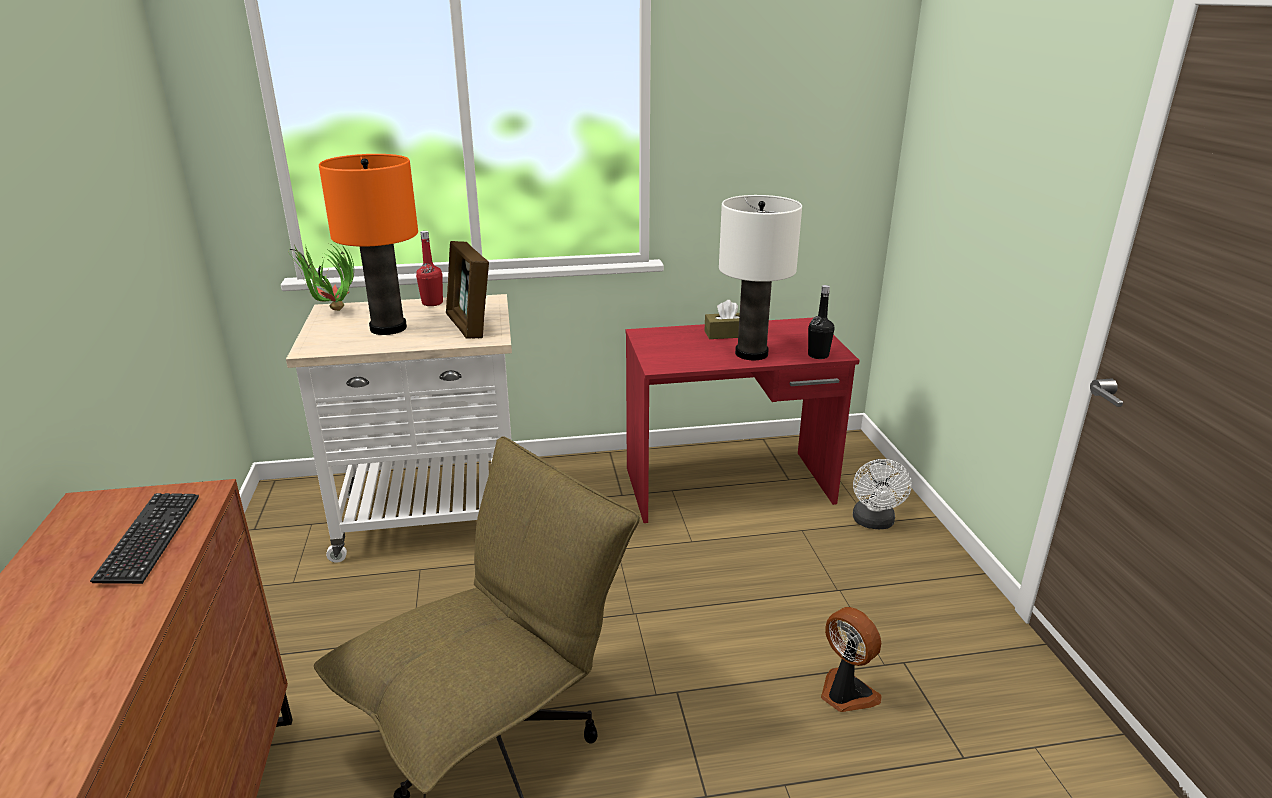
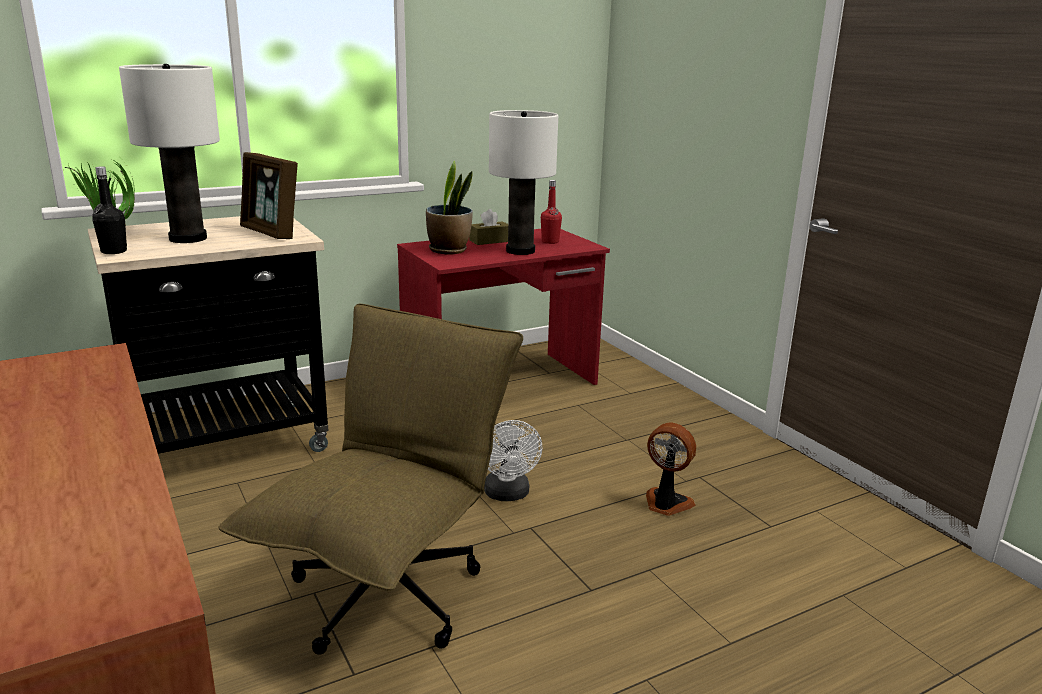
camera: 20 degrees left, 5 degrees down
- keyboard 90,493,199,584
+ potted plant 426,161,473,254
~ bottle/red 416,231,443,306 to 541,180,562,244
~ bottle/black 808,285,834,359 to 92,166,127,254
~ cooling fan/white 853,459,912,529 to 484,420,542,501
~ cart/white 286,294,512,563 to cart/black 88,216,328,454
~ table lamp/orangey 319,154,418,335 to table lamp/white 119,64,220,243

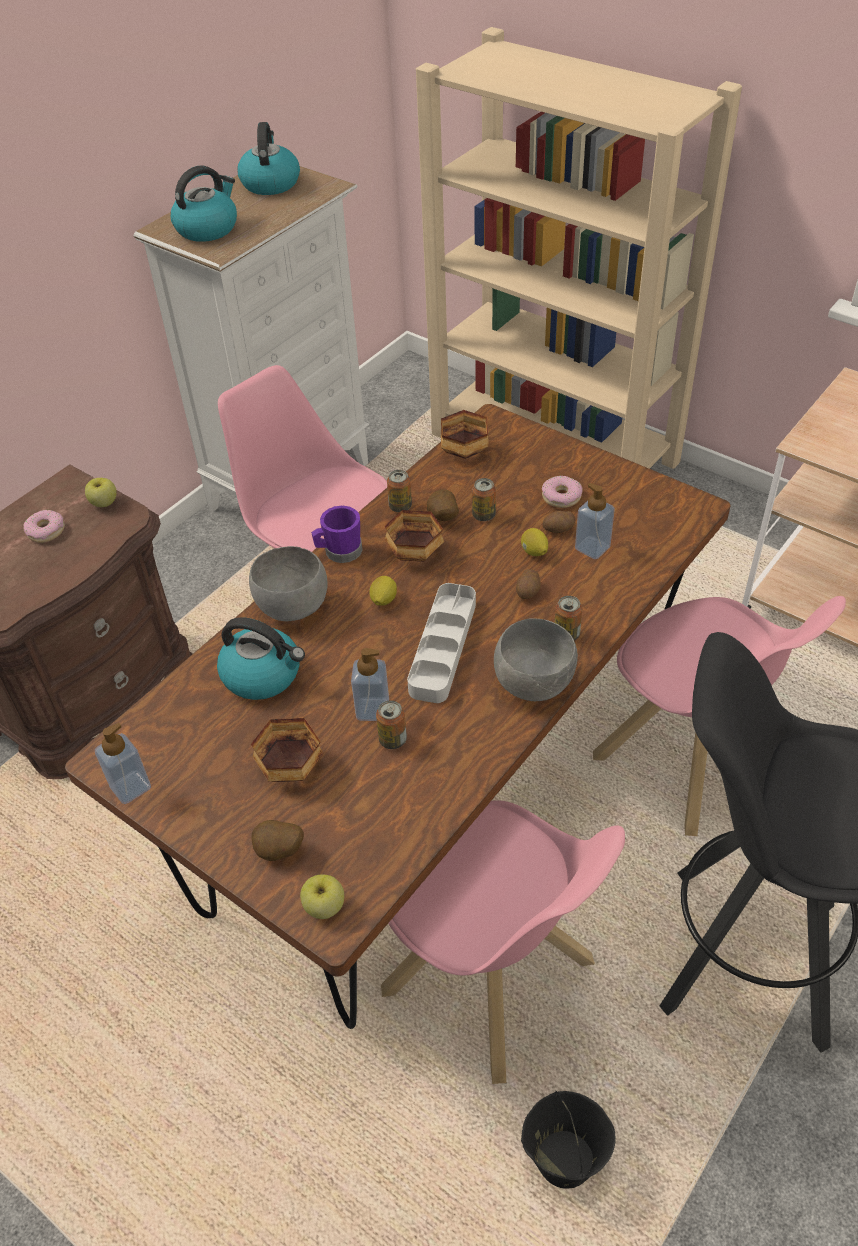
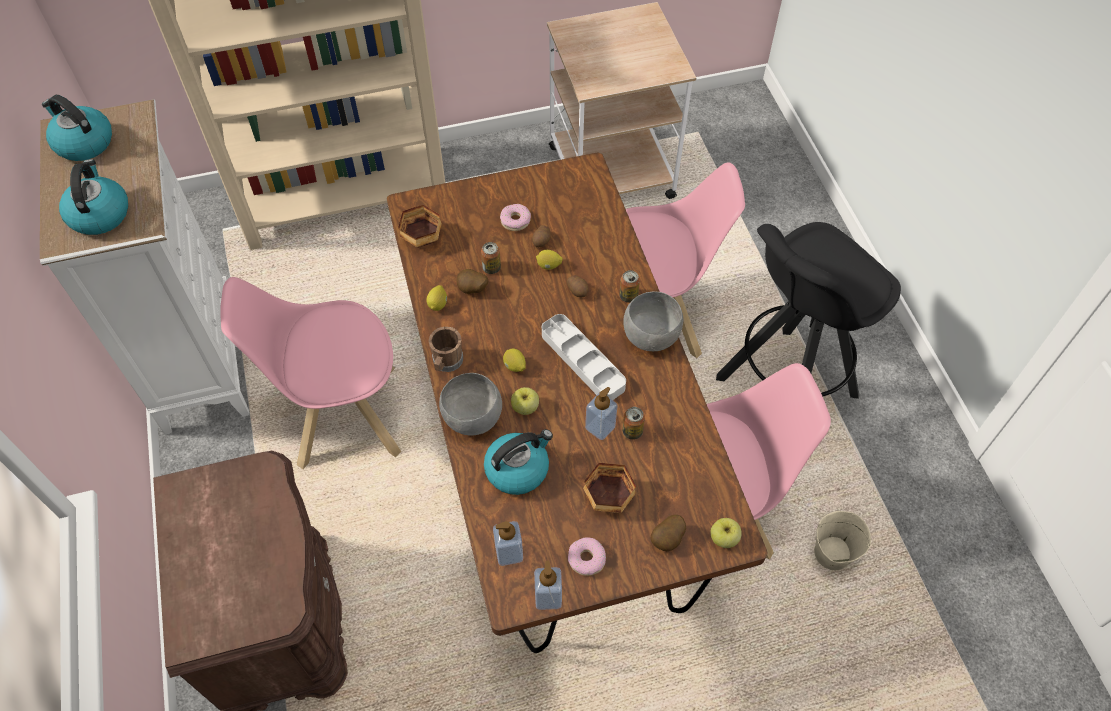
camera: 55 degrees left, 10 degrees up
- bowl 385,510,444,562
~ donut 24,510,65,543 to 568,537,606,576
~ apple 85,478,117,507 to 511,387,539,415
~ liquid soap bottle 575,483,615,560 to 493,521,523,566
~ metal can 387,470,412,512 to whole lemon 427,285,447,311
~ tea mug/purple-coloured 311,506,363,563 to tea mug/brown-coloured 429,327,463,372
~ water bucket/black 521,1091,616,1188 to water bucket/beige-coloured 814,511,871,570

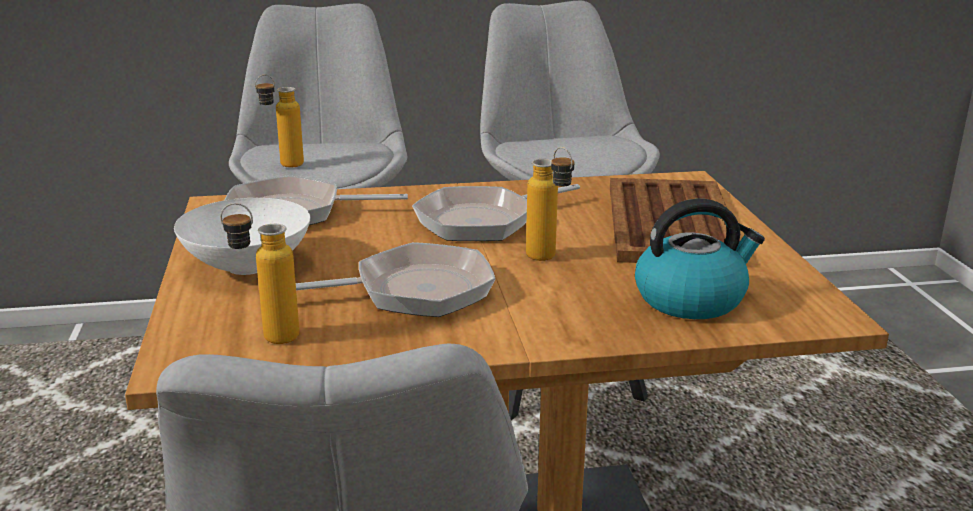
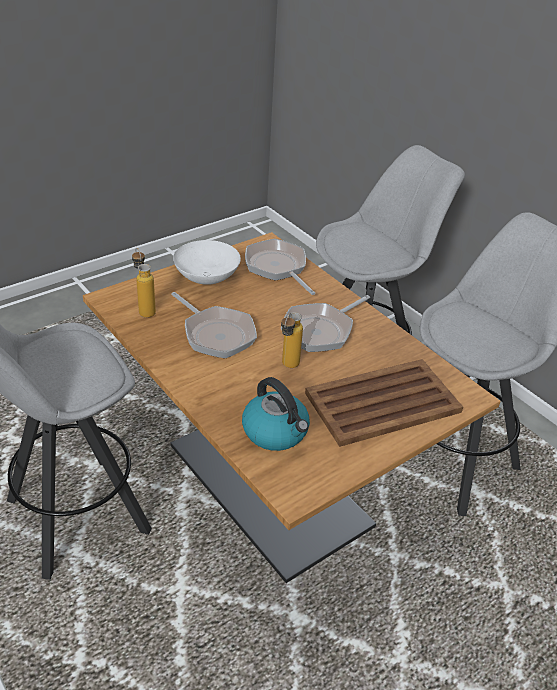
camera: 60 degrees right, 15 degrees up
- bottle 255,74,304,168
~ skillet 412,184,580,241 = 281,295,370,352 75 degrees counterclockwise

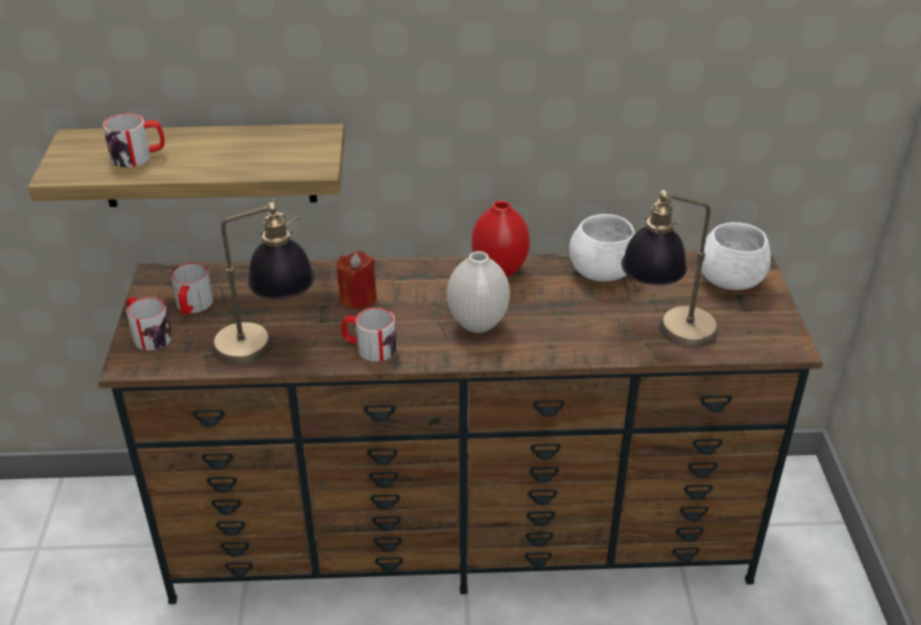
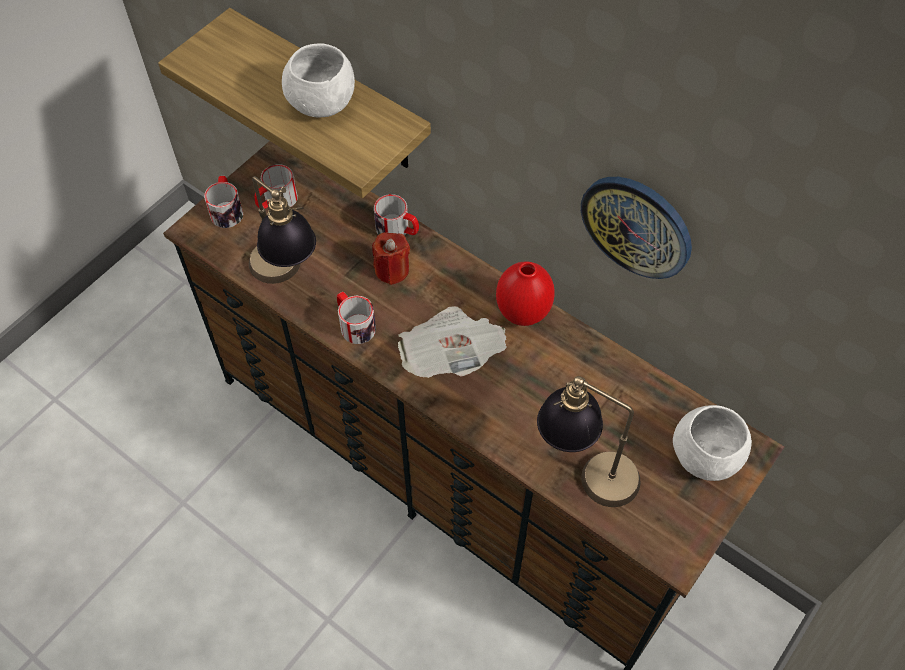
camera: 40 degrees right, 20 degrees up
+ wall clock 581,177,692,279
~ tea mug 103,114,165,168 to 374,194,419,236
~ bowl/white 569,214,635,281 to 282,43,355,117
~ decorative vase/white 447,251,510,333 to printed paper 398,306,507,378

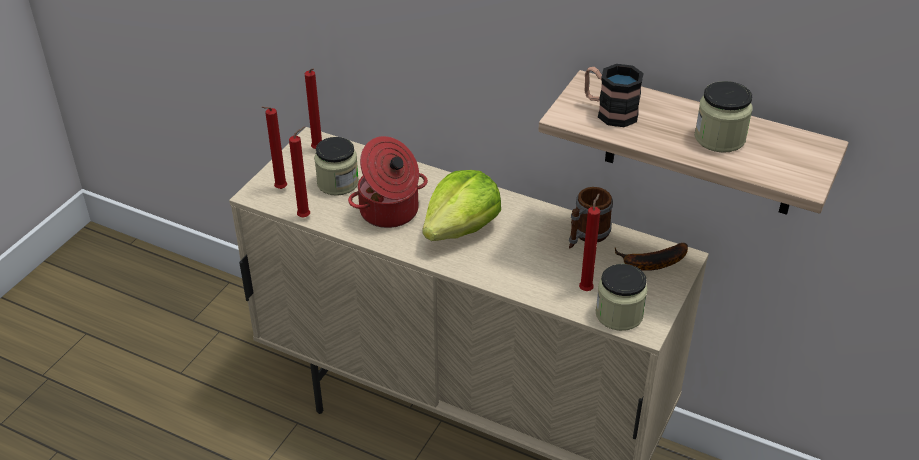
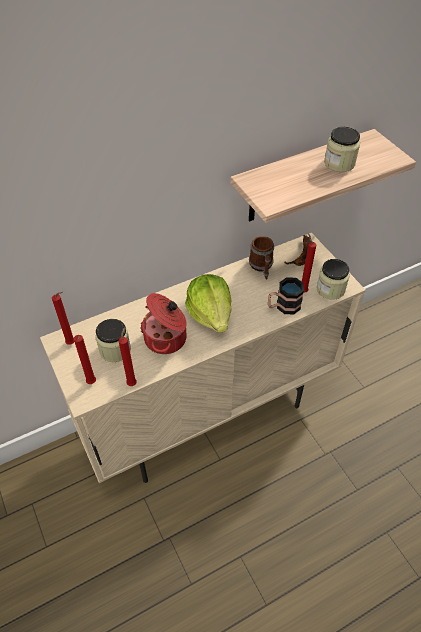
camera: 55 degrees left, 10 degrees up
~ tea mug 585,64,644,127 to 268,277,304,314

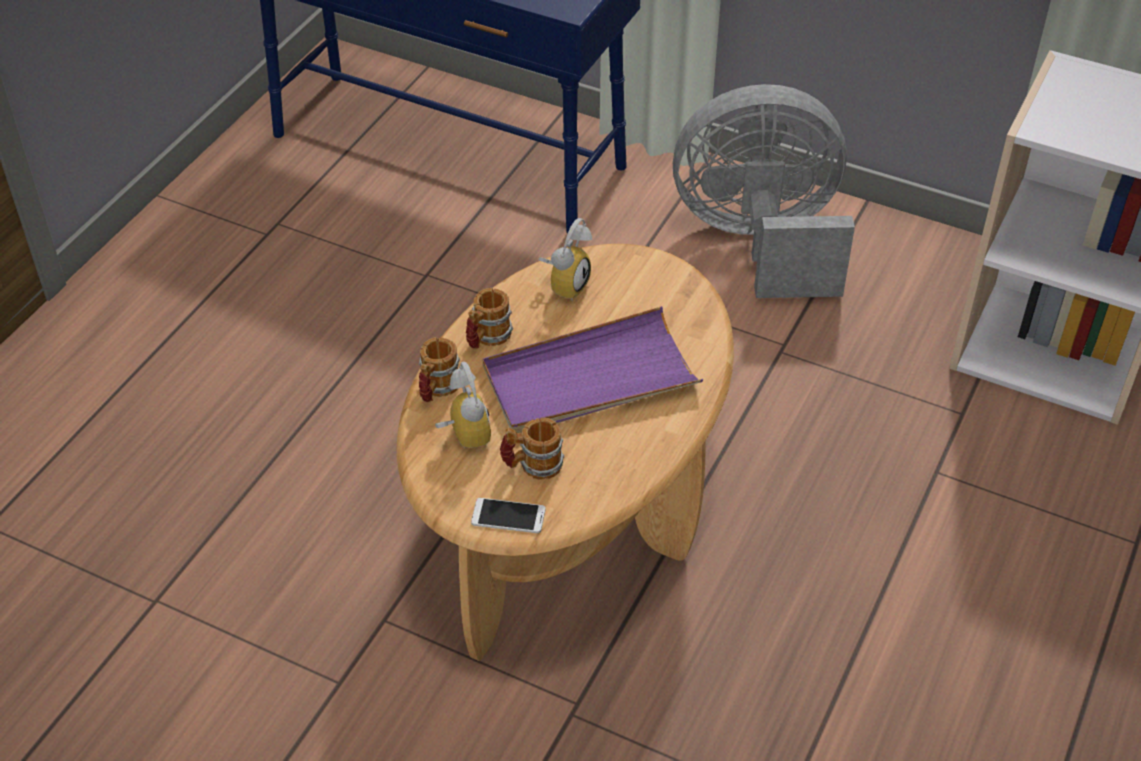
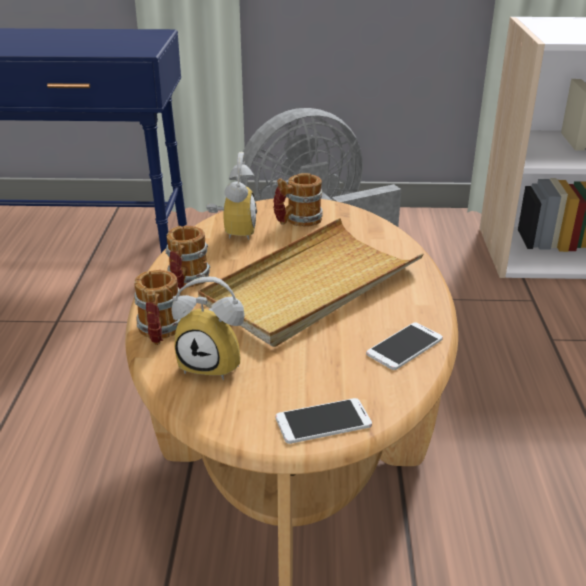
camera: 25 degrees left, 15 degrees down
+ telephone 366,322,443,370
~ tea mug 500,418,564,479 to 273,173,323,227
~ carrying tray/purple-coloured 483,306,703,433 to carrying tray/beige-coloured 198,218,424,347
~ alarm clock 435,362,491,448 = 171,276,245,380 150 degrees clockwise

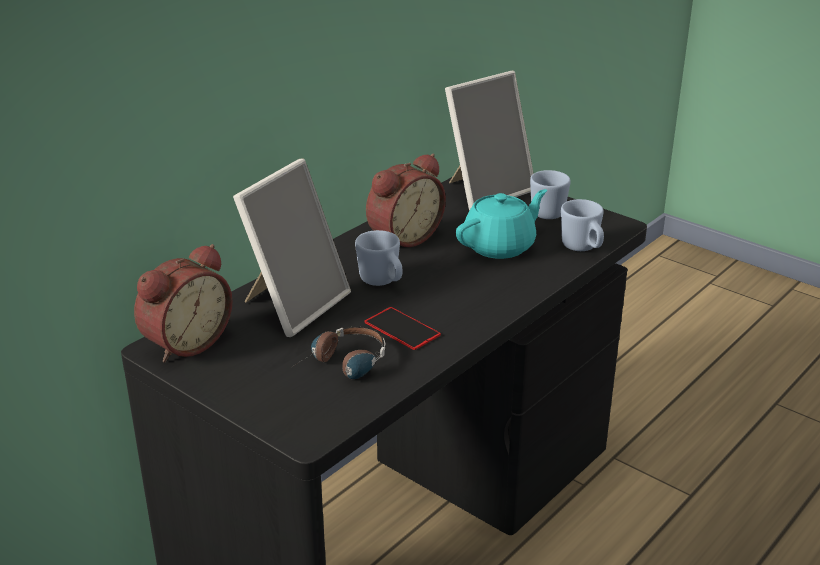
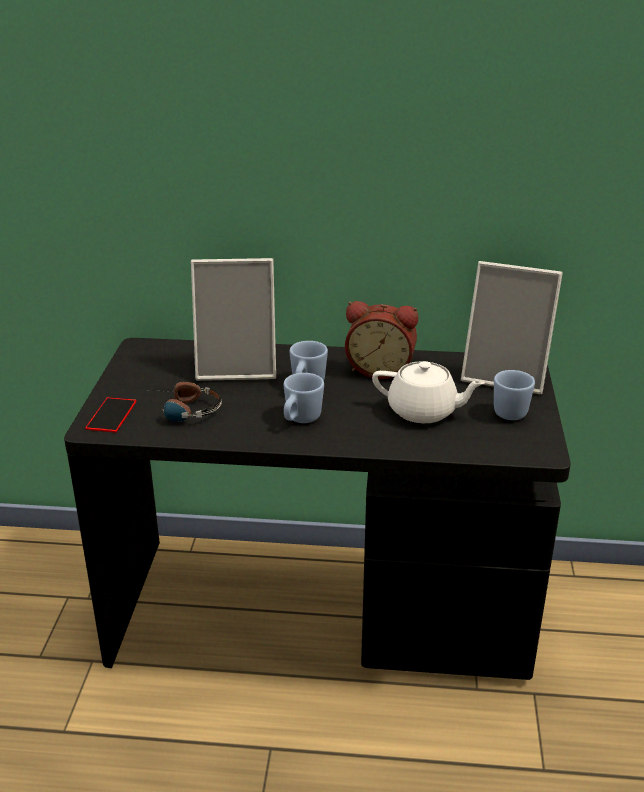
camera: 55 degrees right, 0 degrees up
- alarm clock 134,244,233,363
~ telephone 364,307,441,350 to 85,397,136,433
~ tea mug/blue 561,199,604,251 to 284,373,324,423
~ pot for tea/turquoise-coloured 456,189,548,259 to pot for tea/white 372,361,485,423

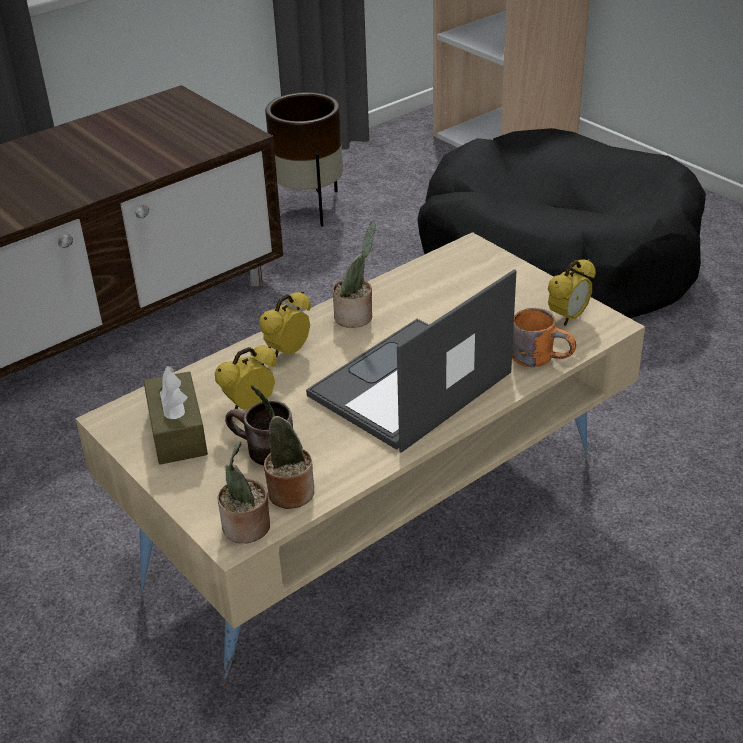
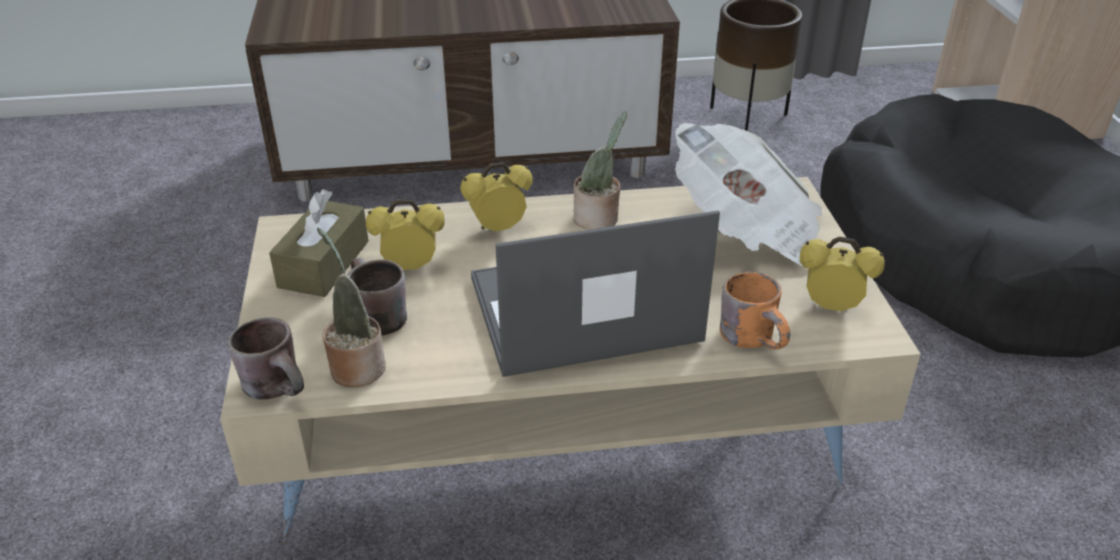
camera: 30 degrees right, 0 degrees up
+ printed paper 675,123,822,267
~ potted plant 218,441,270,543 to tea mug/brown-coloured 228,317,304,400
~ alarm clock 548,259,596,326 = 800,236,885,311 150 degrees counterclockwise

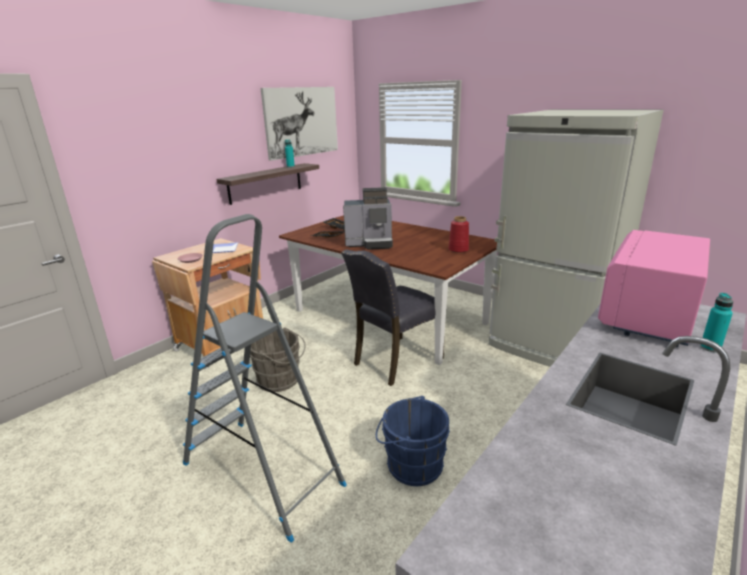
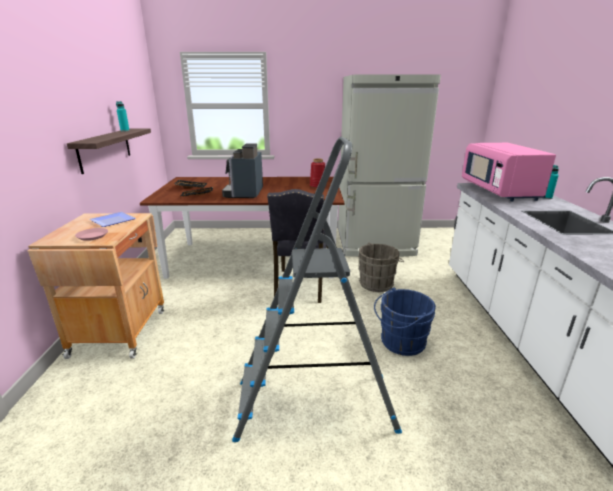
camera: 40 degrees left, 0 degrees up
- picture 261,87,338,161
~ water bucket/grey 250,327,306,392 to 358,242,404,292
~ coffee maker 343,187,393,250 = 222,143,263,198 135 degrees clockwise

